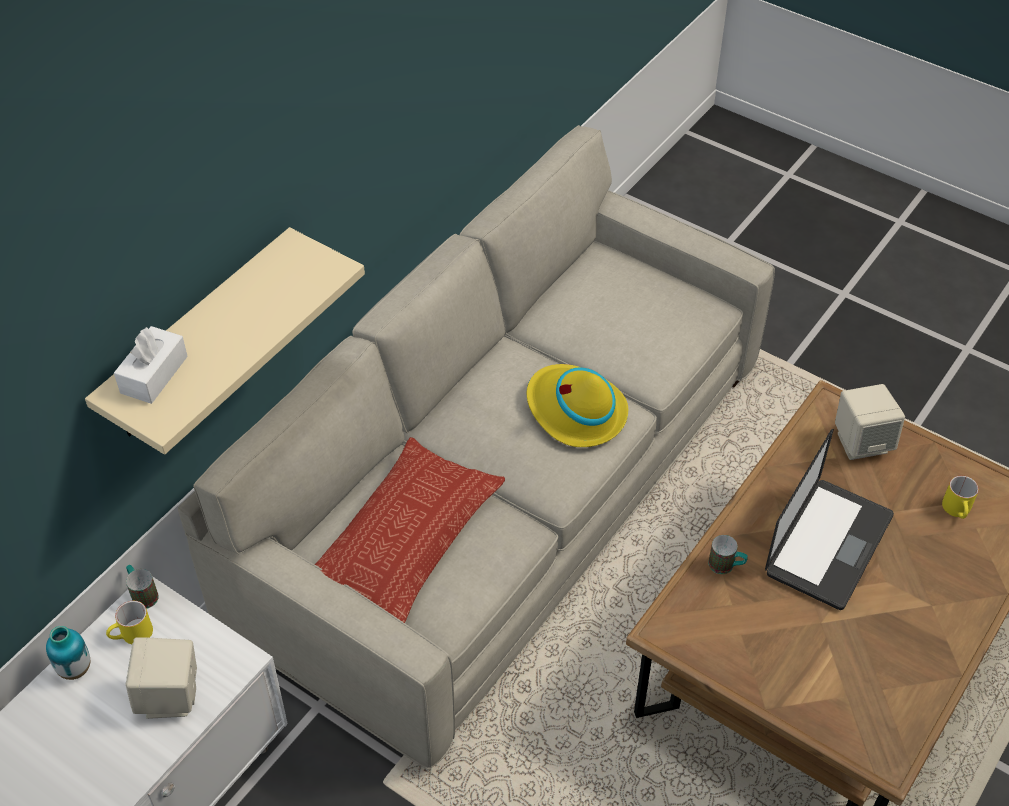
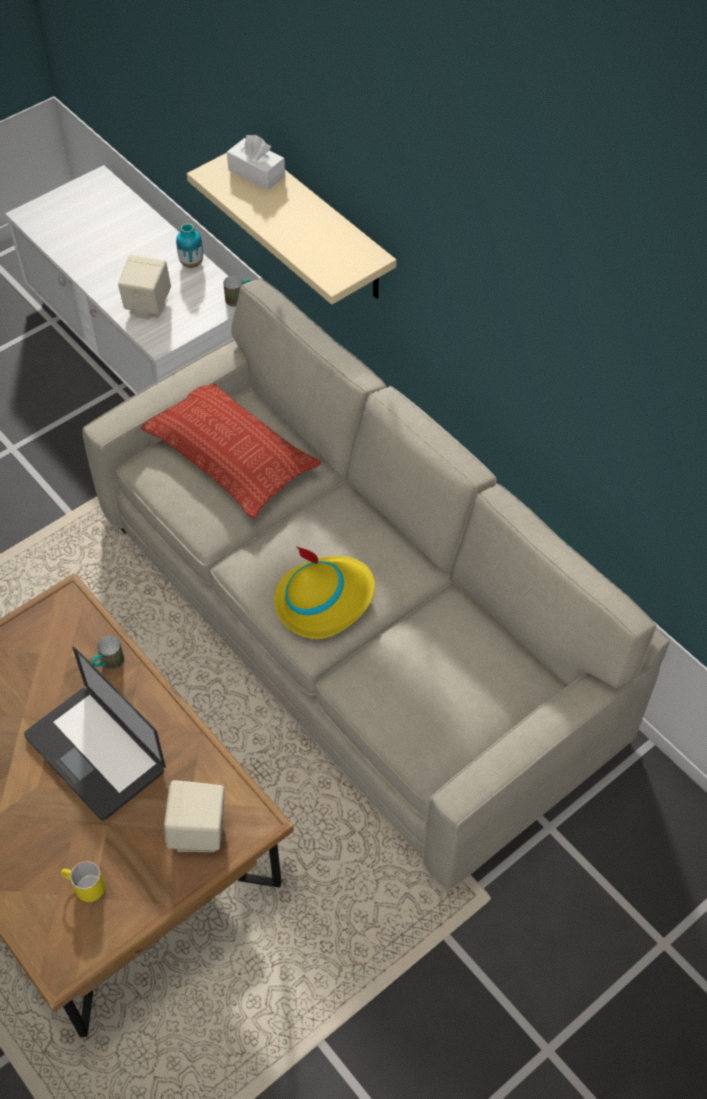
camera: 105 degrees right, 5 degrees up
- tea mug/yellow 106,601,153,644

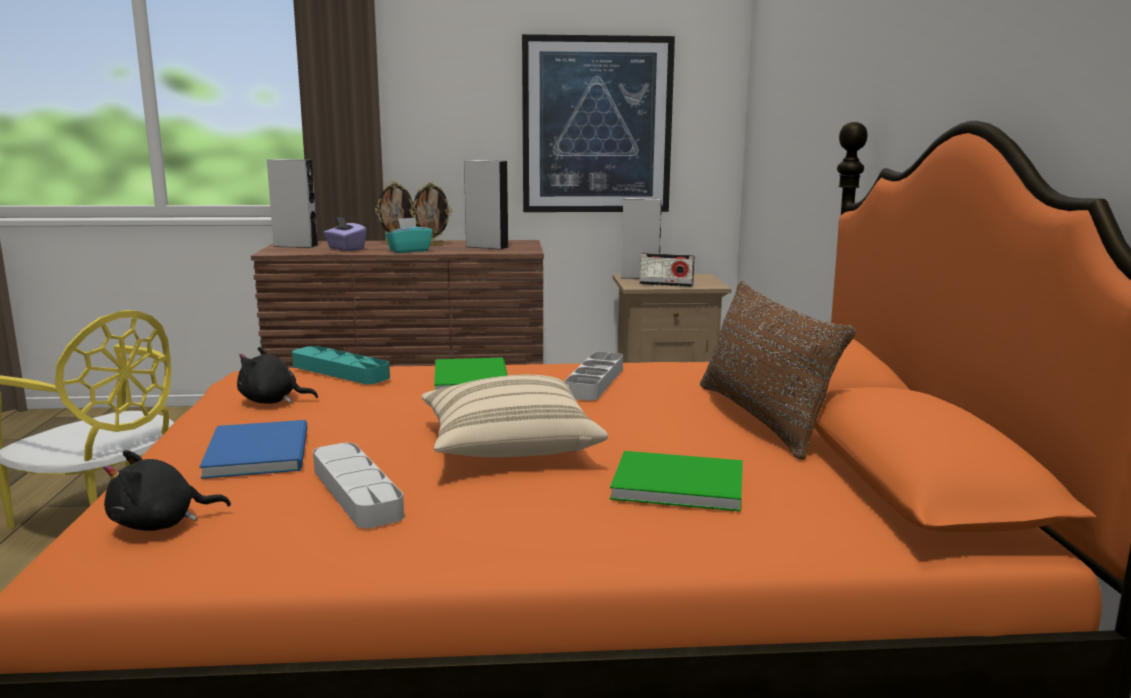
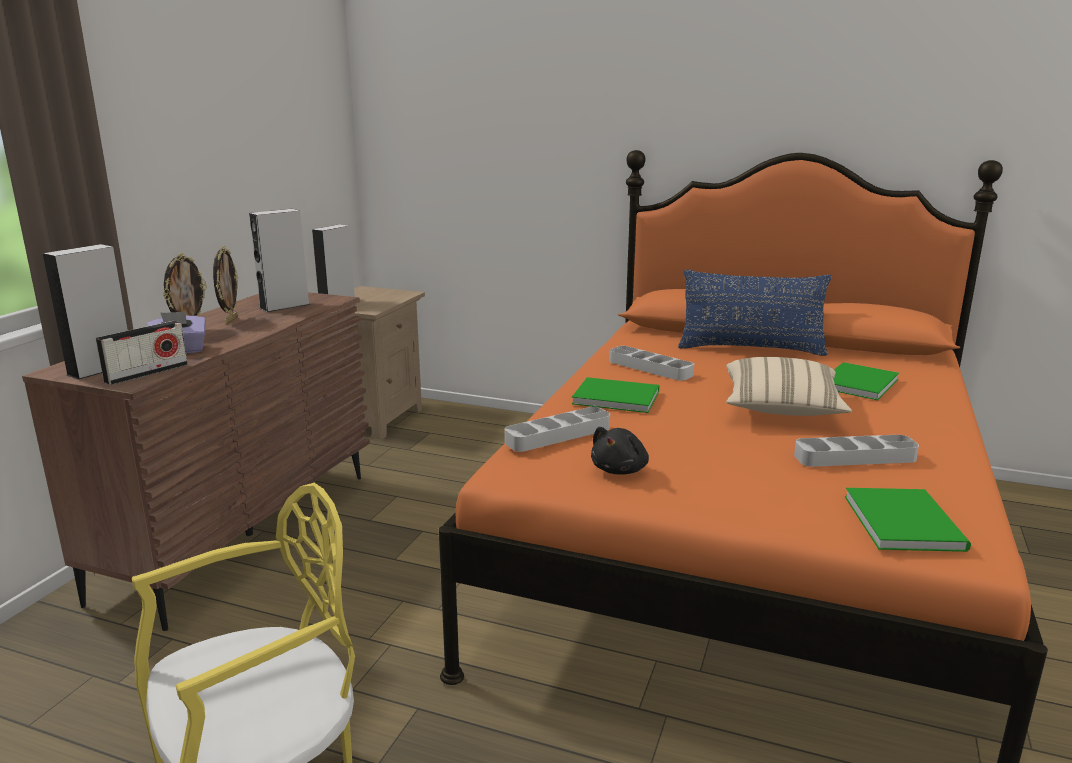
camera: 65 degrees left, 5 degrees up
- book/blue 200,420,307,479
- box of tissues/turquoise-coloured 385,217,433,253
- picture 522,34,675,212
~ radio set 639,253,694,287 to 96,321,188,385
~ soft toy/black 103,450,231,531 to book/greenish 845,488,971,552
~ carrying tray/turquoise-coloured 292,346,390,384 to carrying tray/grey 505,407,610,452
~ cushion/brown-coloured 700,281,856,460 to cushion/blue 678,269,832,356

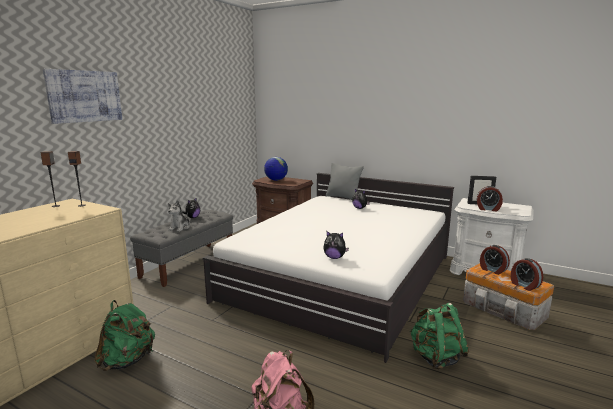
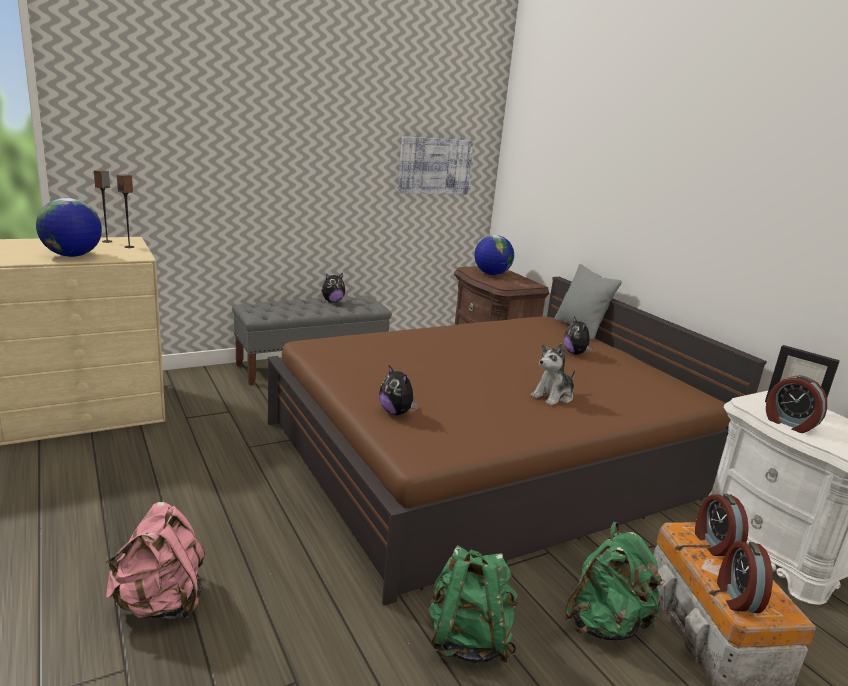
camera: 30 degrees right, 5 degrees up
+ desk globe 36,198,102,257
~ picture 43,69,122,124 to 398,136,474,194
~ backpack/greenish 94,300,155,371 to 565,522,665,641
~ soft toy 168,200,190,232 to 530,343,575,406
~ bedroom bed/white 203,173,454,363 to bedroom bed/brown-coloured 268,277,767,606

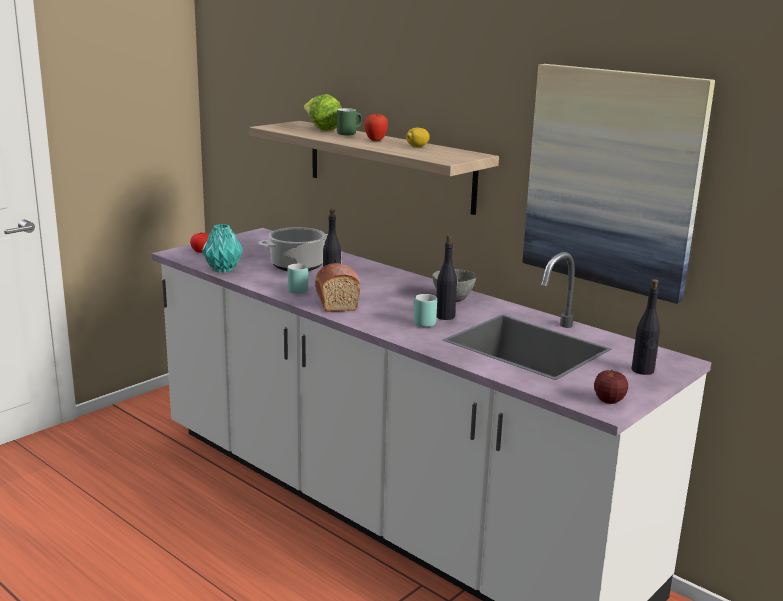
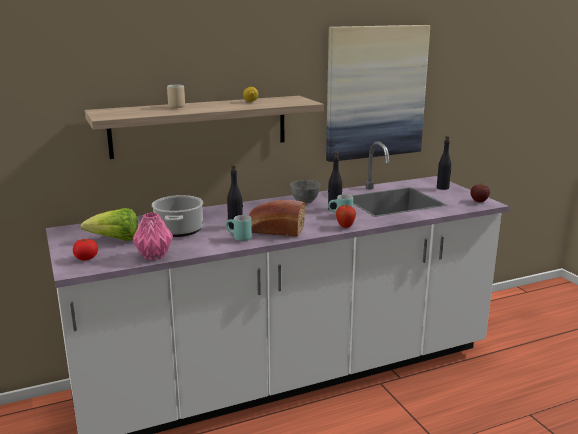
camera: 65 degrees left, 0 degrees up
~ head of lettuce 304,94,342,131 to 80,208,138,241
~ apple 364,113,388,141 to 336,205,356,228
~ decorative vase/turquoise-coloured 202,224,243,273 to decorative vase/pinkish 133,212,173,260
~ tea mug/greenish 337,108,362,135 to tea mug/beige-coloured 167,85,185,108

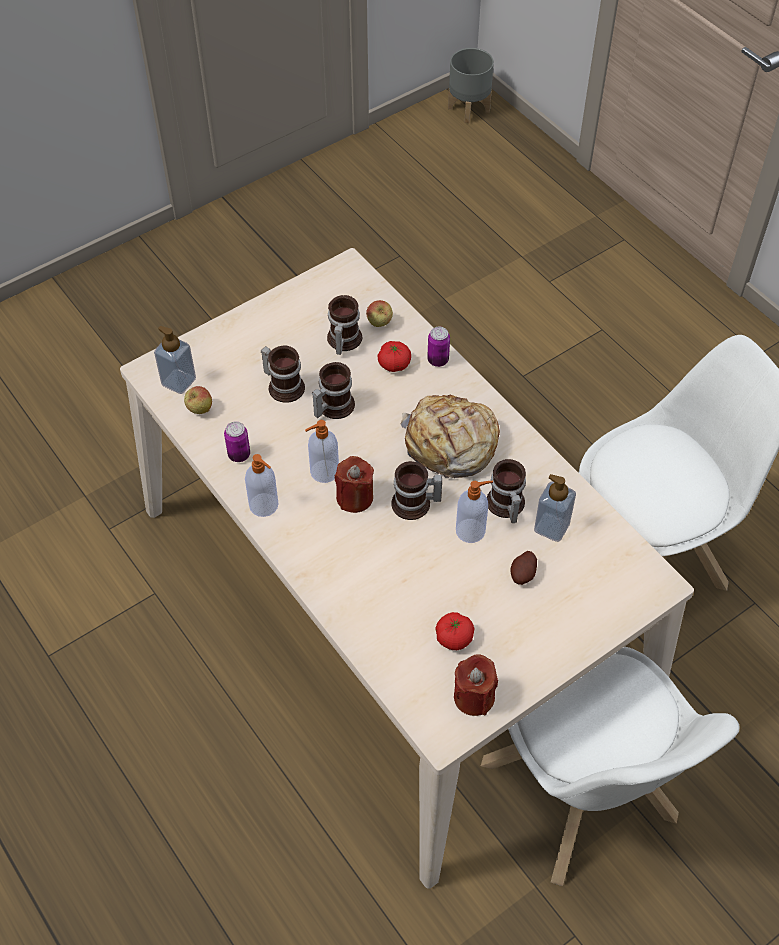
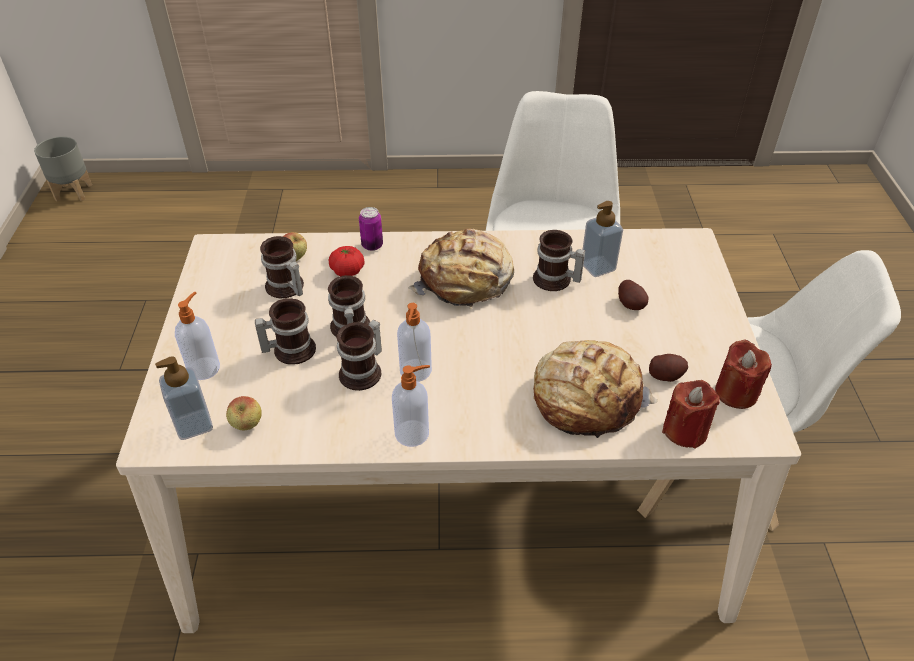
camera: 55 degrees left, 10 degrees down
- metal can 224,421,250,462
+ bread 533,340,658,438
~ candle/red 335,456,374,513 to 662,380,720,449
~ tea mug 391,461,442,520 to 337,320,382,391
~ liquid soap bottle 456,481,493,543 to 175,292,220,380
~ whole tomato 435,612,475,650 to spud 649,354,688,382

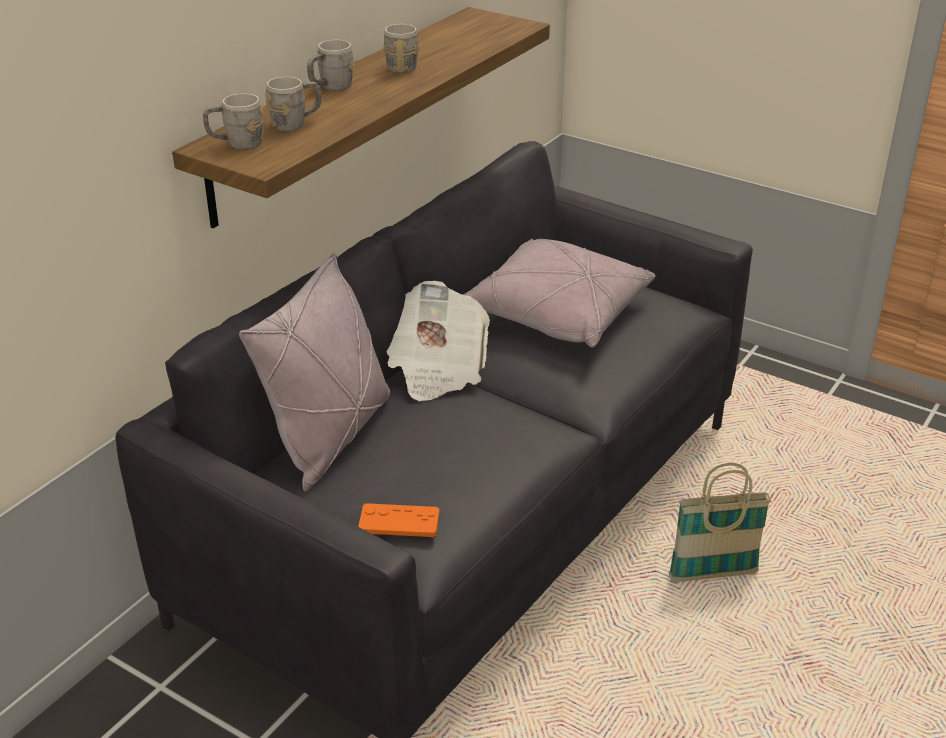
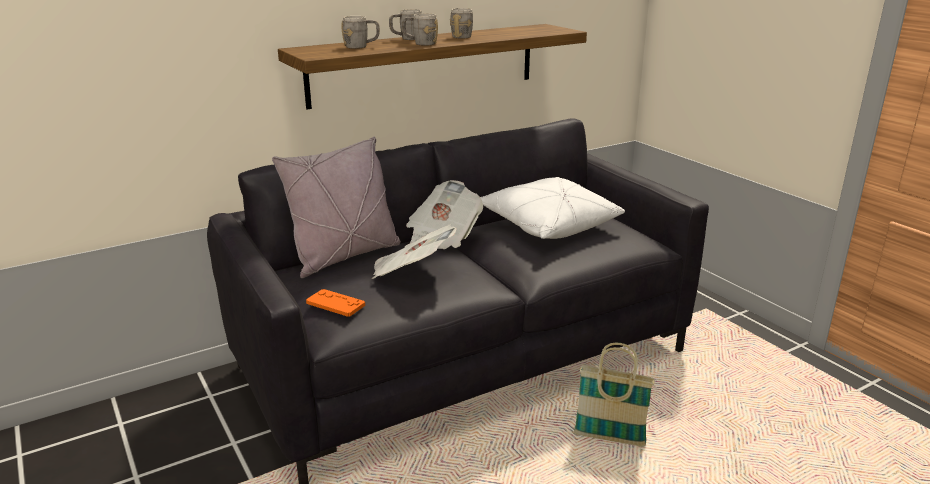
camera: 25 degrees right, 10 degrees down
+ printed paper 372,224,457,279
~ tea mug/grey 203,93,265,150 to 402,13,438,46
~ cushion/purple-coloured 463,239,656,348 to cushion/white 480,177,625,239

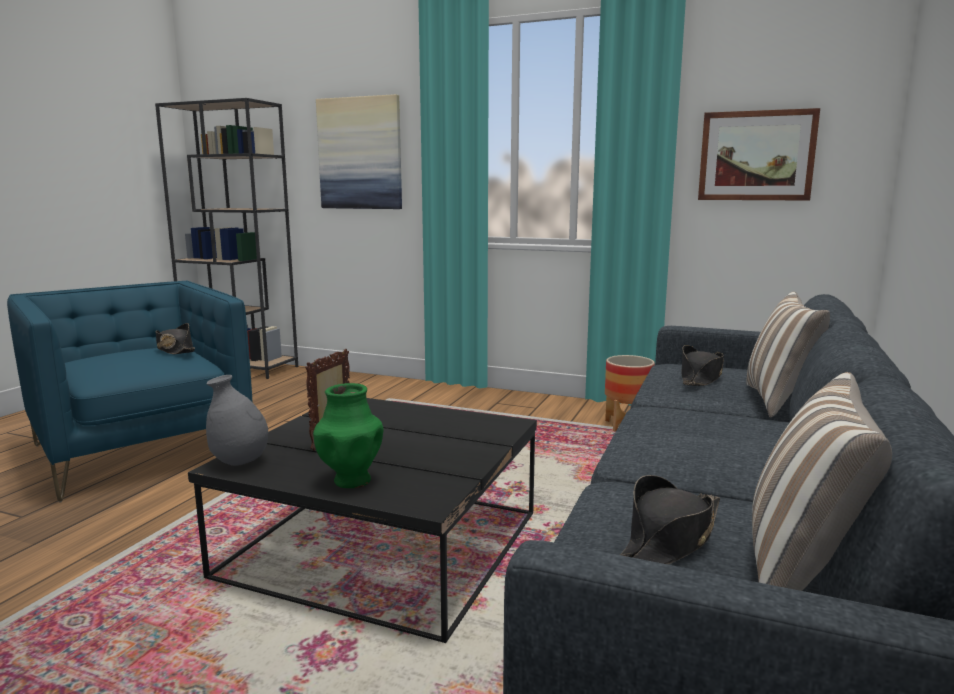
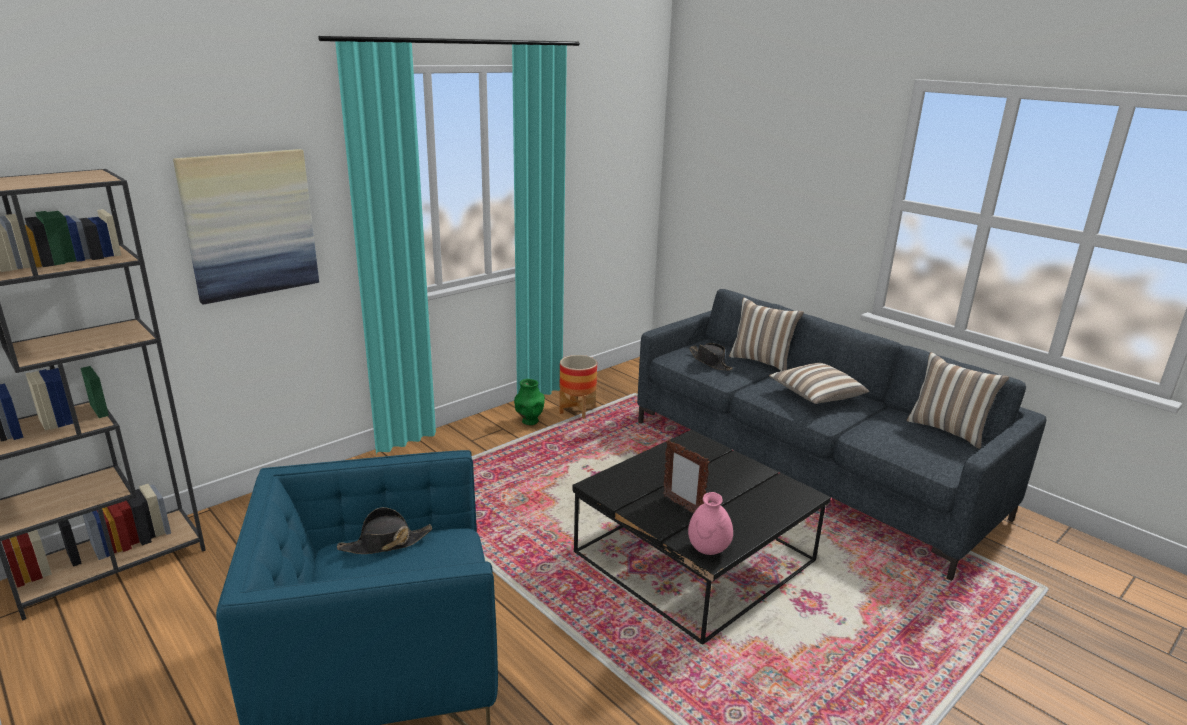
camera: 65 degrees left, 10 degrees up
- wearable hat/black 620,475,720,564
- picture 698,108,820,201
+ cushion 769,363,869,404
~ decorative vase/greenish 313,383,383,488 to 514,379,545,425
~ decorative vase/grey 206,375,268,466 to decorative vase/pinkish 688,492,733,555

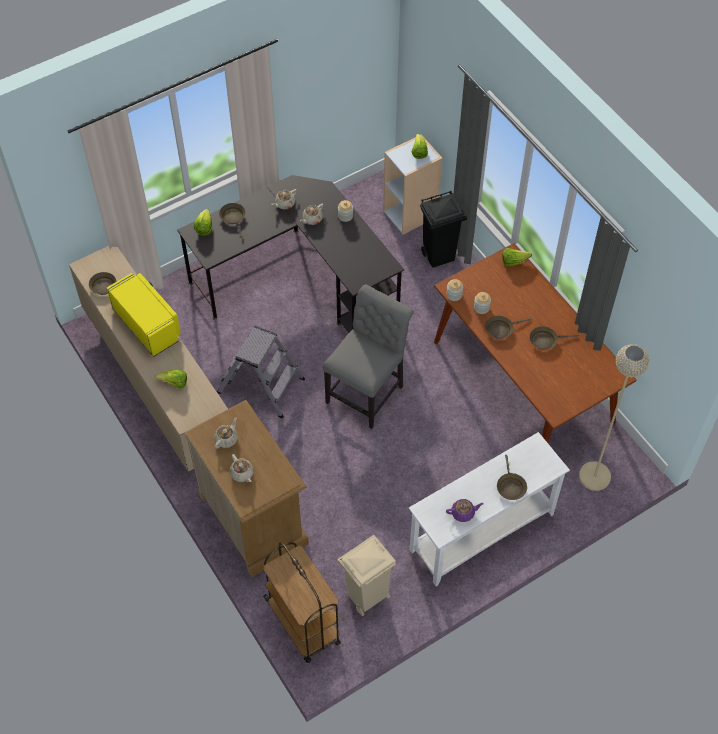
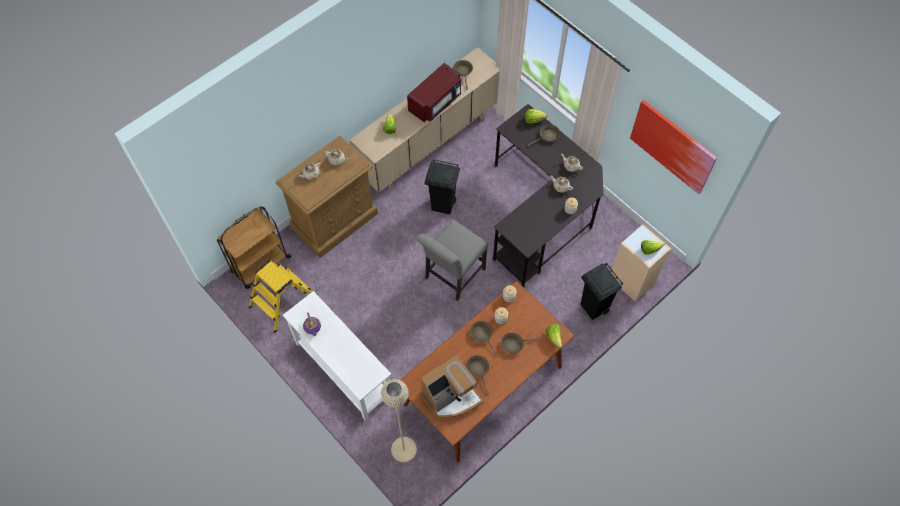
camera: 80 degrees right, 5 degrees up
+ coffee maker 419,355,484,418
+ picture 630,100,717,194
~ skillet/brown-coloured 497,455,527,500 to 501,333,540,354
~ stepladder/grey 217,326,305,419 to waste bin/black 425,159,460,214
~ waste bin/beige-coloured 338,535,396,616 to stepladder/yellow 249,260,318,333
~ microwave oven/yellow 107,273,181,357 to microwave oven/red 407,63,461,122
~ upright chair/grey 323,285,414,429 = 417,219,488,301 105 degrees clockwise

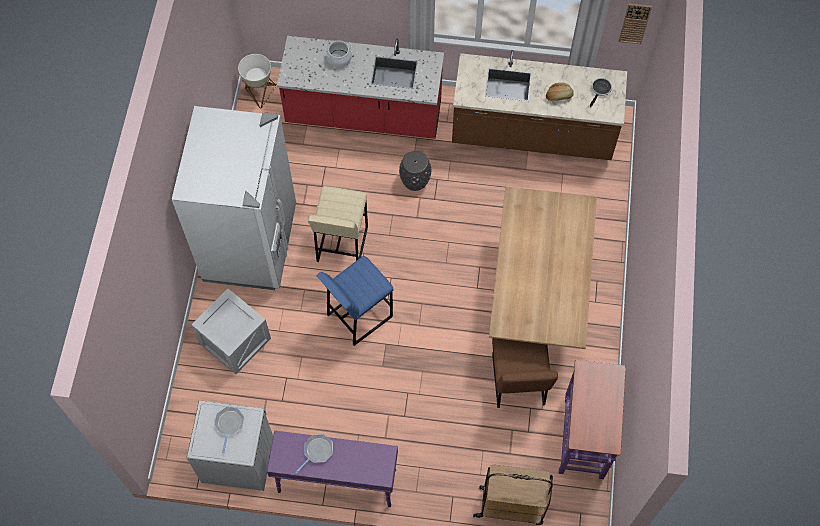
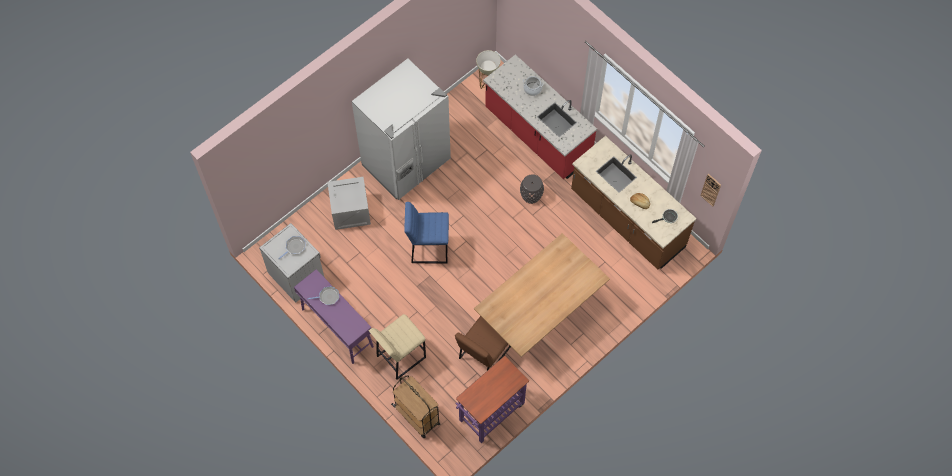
camera: 40 degrees right, 0 degrees up
~ stool/beige-coloured 308,186,368,262 to 369,314,426,380

